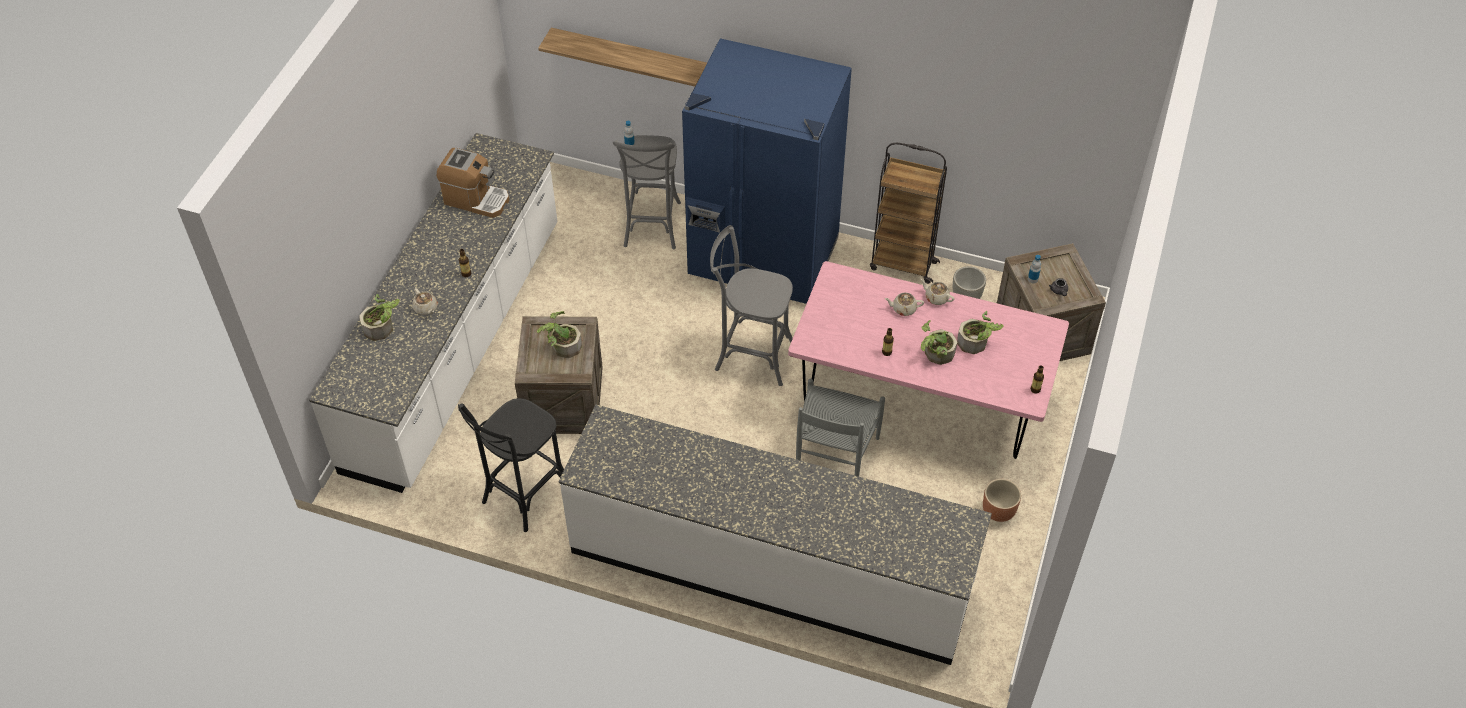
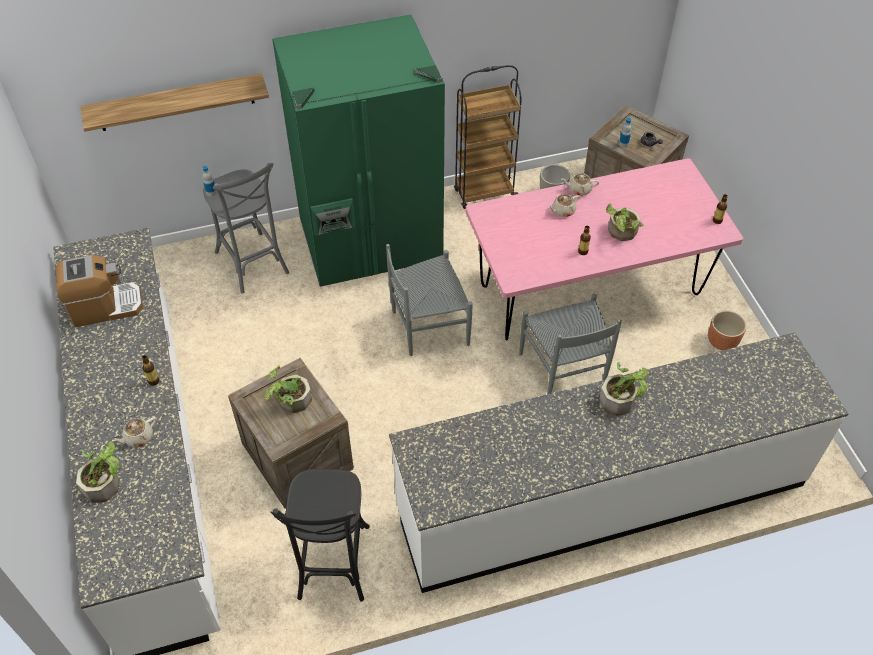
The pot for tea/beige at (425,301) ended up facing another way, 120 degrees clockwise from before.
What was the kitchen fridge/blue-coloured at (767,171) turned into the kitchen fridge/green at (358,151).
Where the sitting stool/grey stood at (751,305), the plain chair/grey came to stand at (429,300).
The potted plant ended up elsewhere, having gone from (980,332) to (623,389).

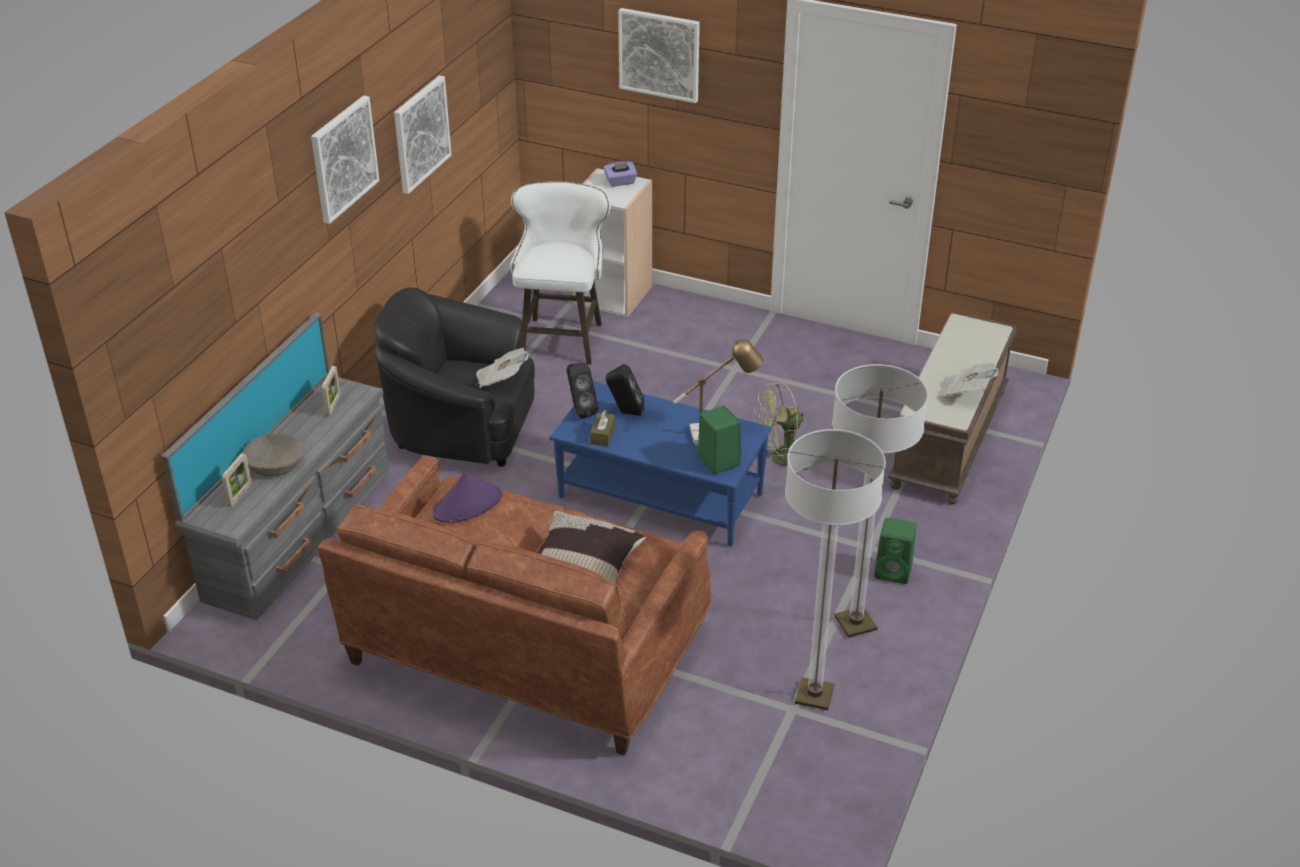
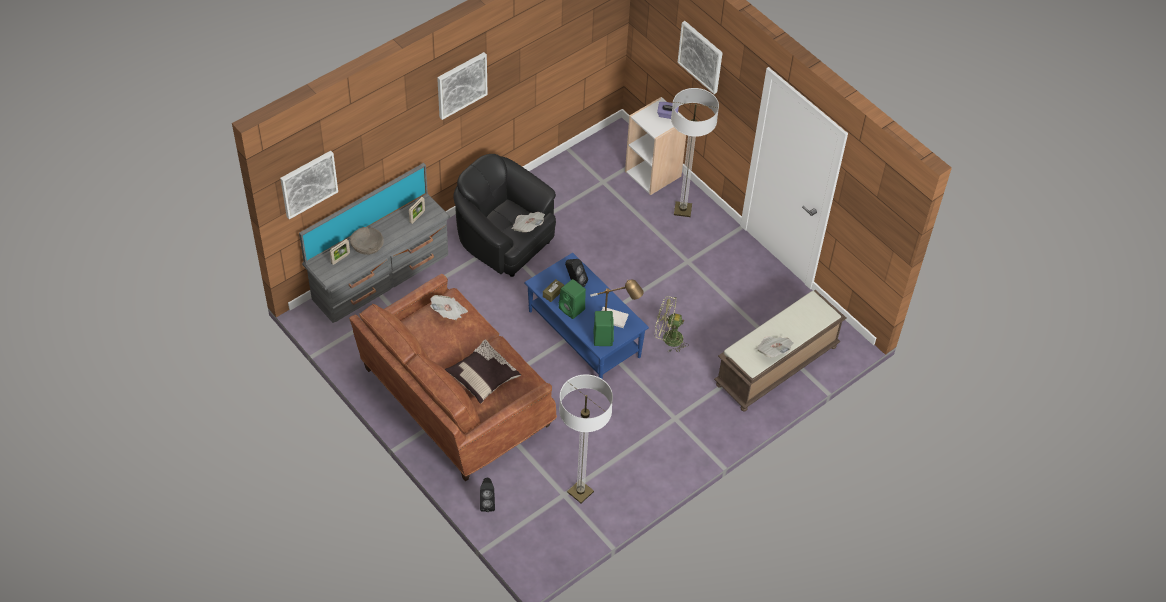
The wall picture ended up elsewhere, having gone from (422,135) to (309,185).
Where the clothing hat/purple stood at (467,497), the newspaper came to stand at (449,307).
The audio speaker/black ended up elsewhere, having gone from (582,391) to (487,495).
The audio speaker/green ended up elsewhere, having gone from (895,551) to (572,299).
The standing lamp ended up elsewhere, having gone from (880,501) to (695,152).
The second view lost the sitting stool/white at (560,273).

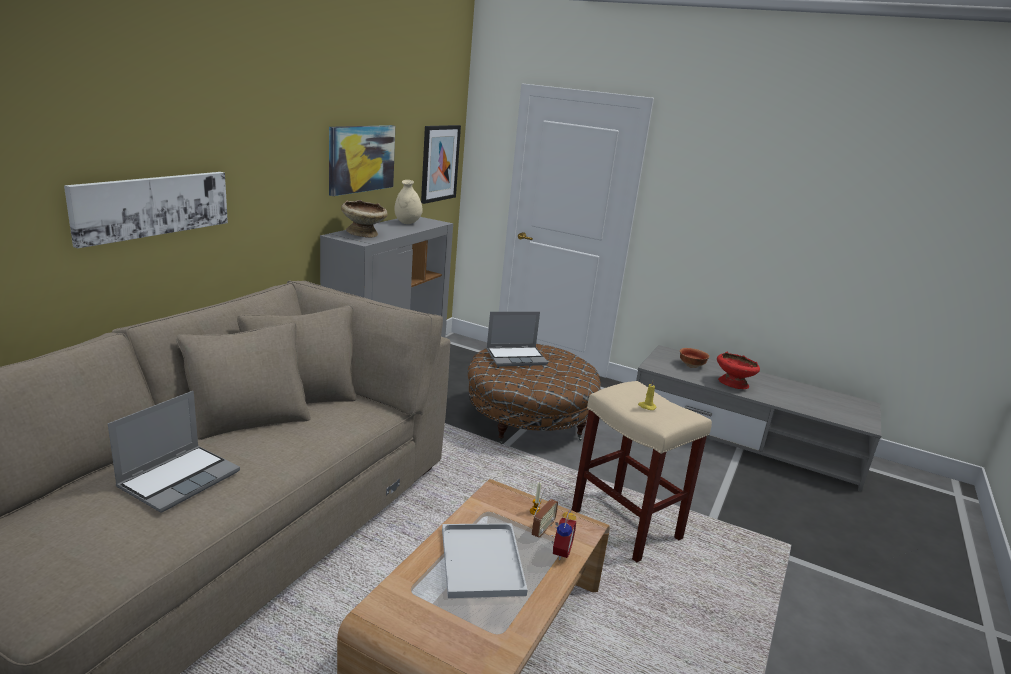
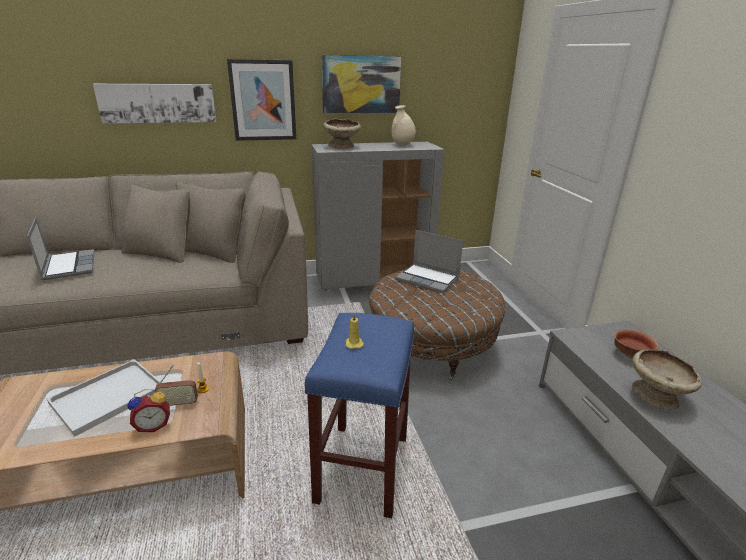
The laptop at (174,452) ended up facing another way, 105 degrees counterclockwise from before.
The wall picture ended up elsewhere, having gone from (441,164) to (261,100).
What was the sitting stool/beige at (642,472) turned into the sitting stool/blue-coloured at (359,415).
What was the bowl/reddish at (738,370) turned into the bowl/beige at (667,379).

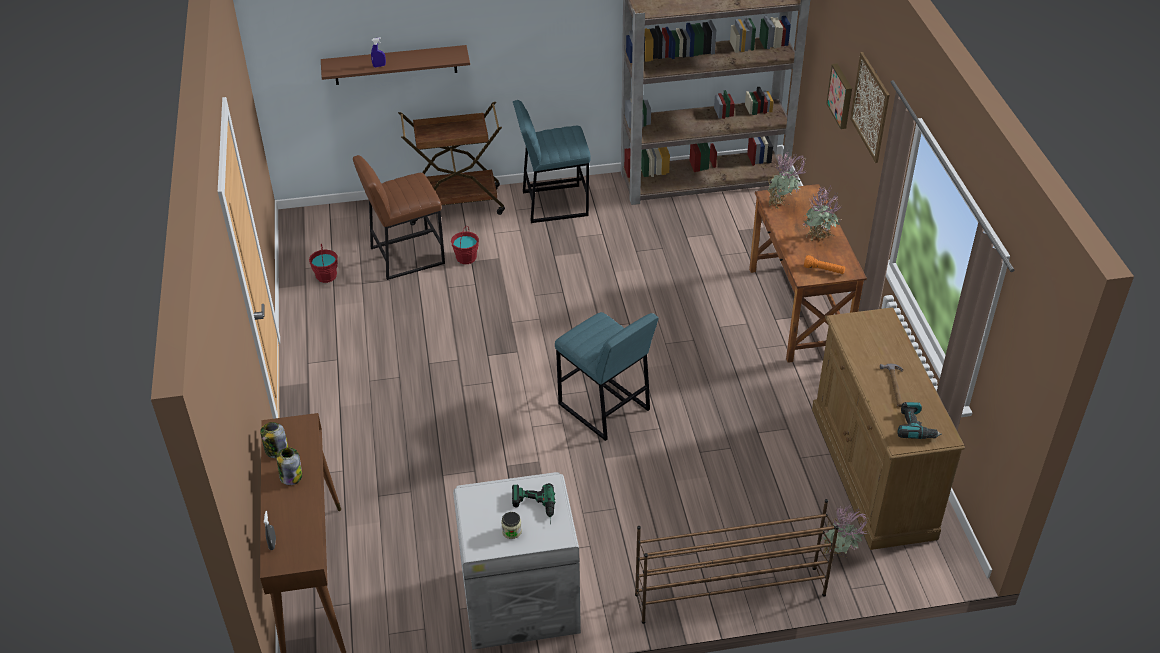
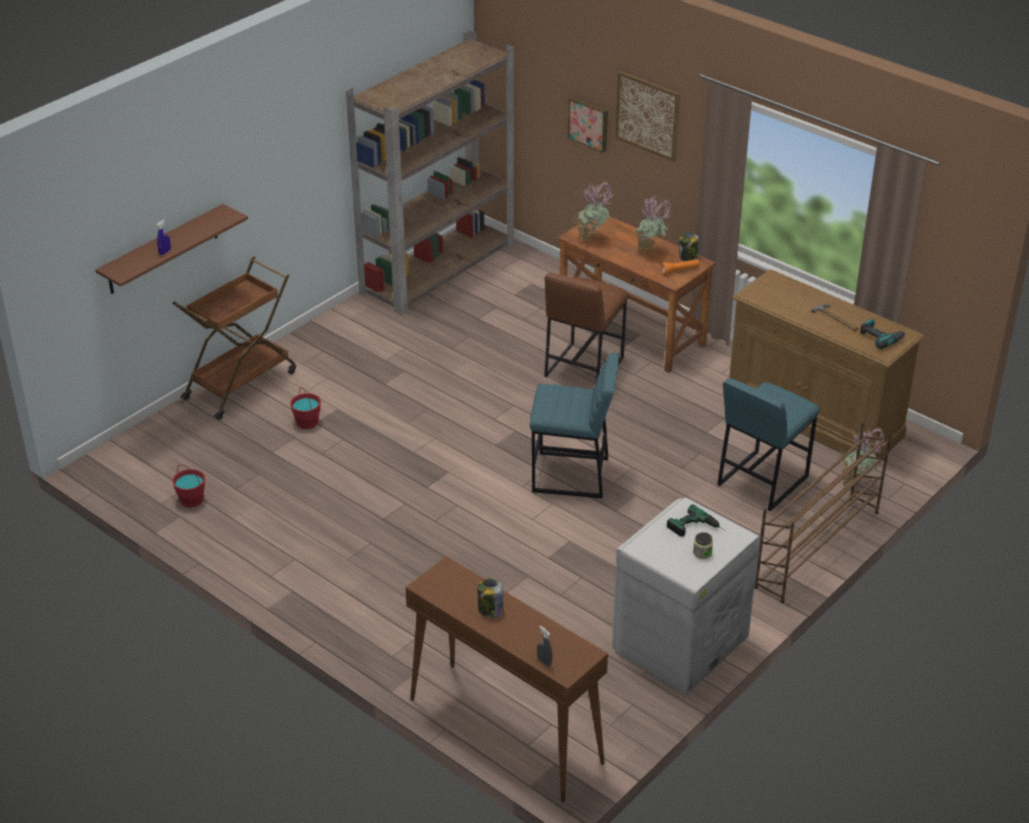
The plain chair/brownish ended up elsewhere, having gone from (399,217) to (586,327).
The storage jar ended up elsewhere, having gone from (274,440) to (689,246).
The sitting stool/blue-coloured ended up elsewhere, having gone from (552,161) to (768,444).

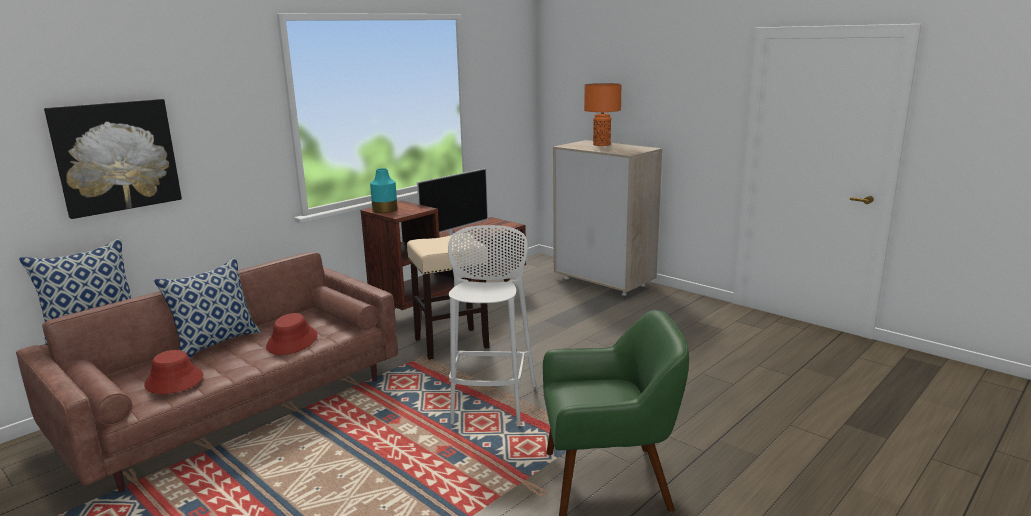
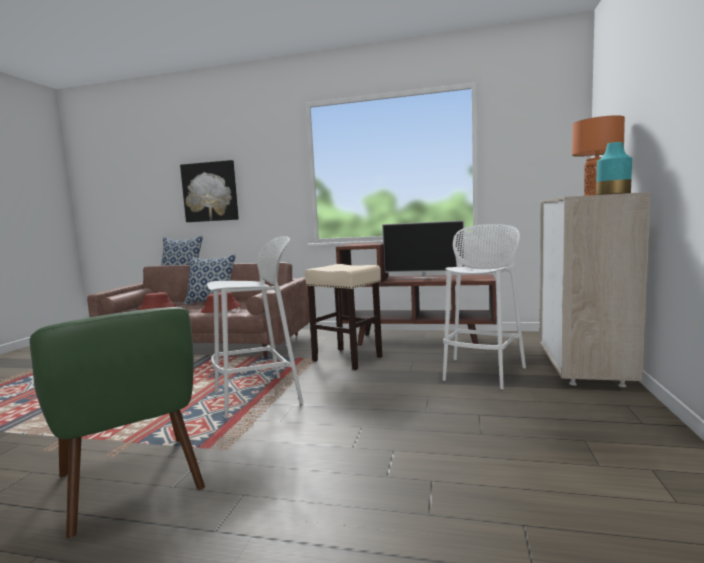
The second view gained the sitting stool/white at (484,306).
The vase/blue-green ended up elsewhere, having gone from (384,190) to (614,168).

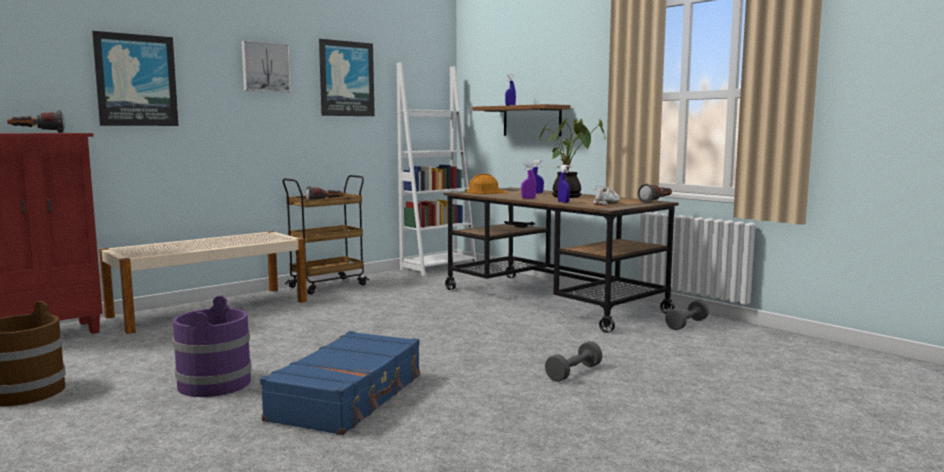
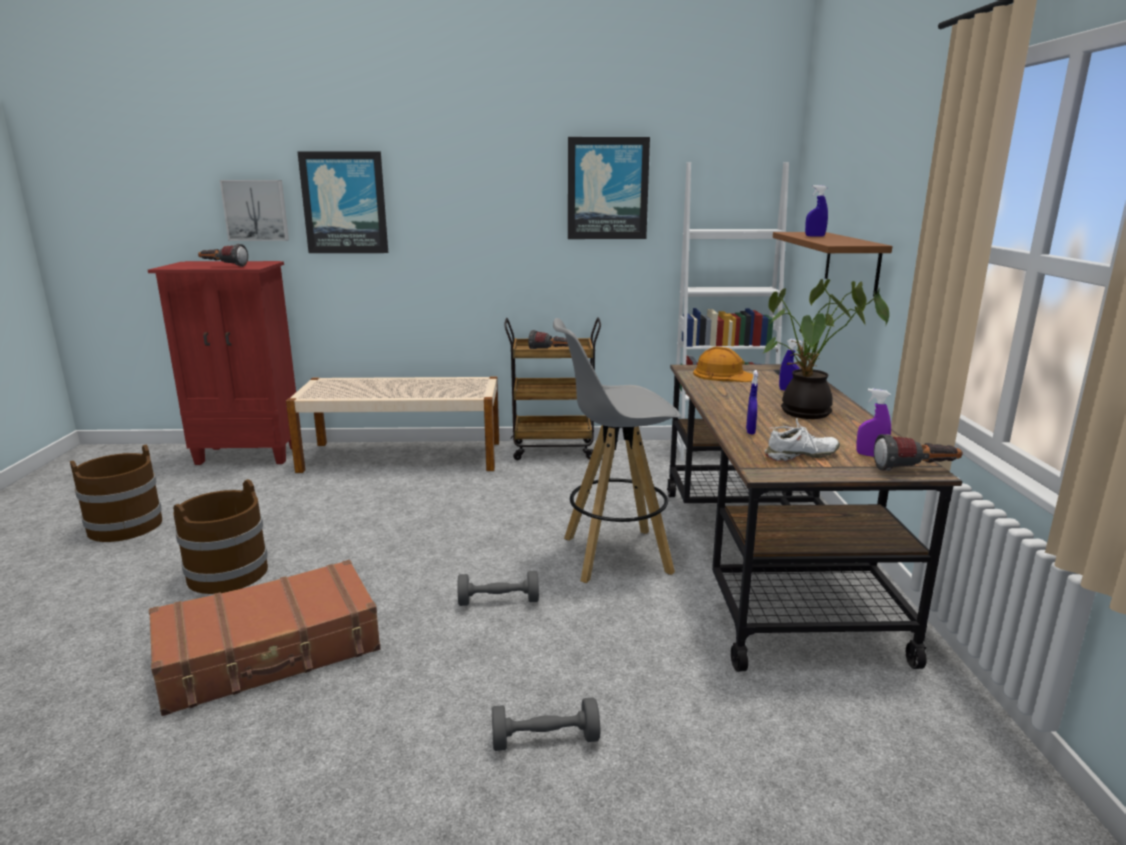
What was the suitcase/blue-coloured at (340,383) turned into the suitcase/brownish at (265,638).
What was the bucket/purple at (212,346) turned into the bucket/brownish at (220,536).
The wall picture ended up elsewhere, having gone from (266,66) to (254,210).
The hand weight/grey ended up elsewhere, having gone from (687,315) to (498,588).
The second view gained the sitting stool/grey at (617,450).
The hand sprayer/purple ended up elsewhere, having gone from (528,181) to (873,423).

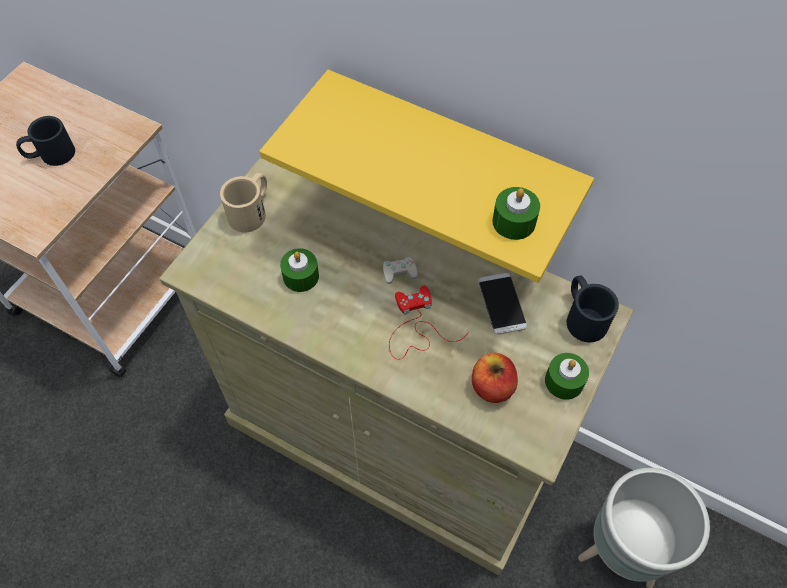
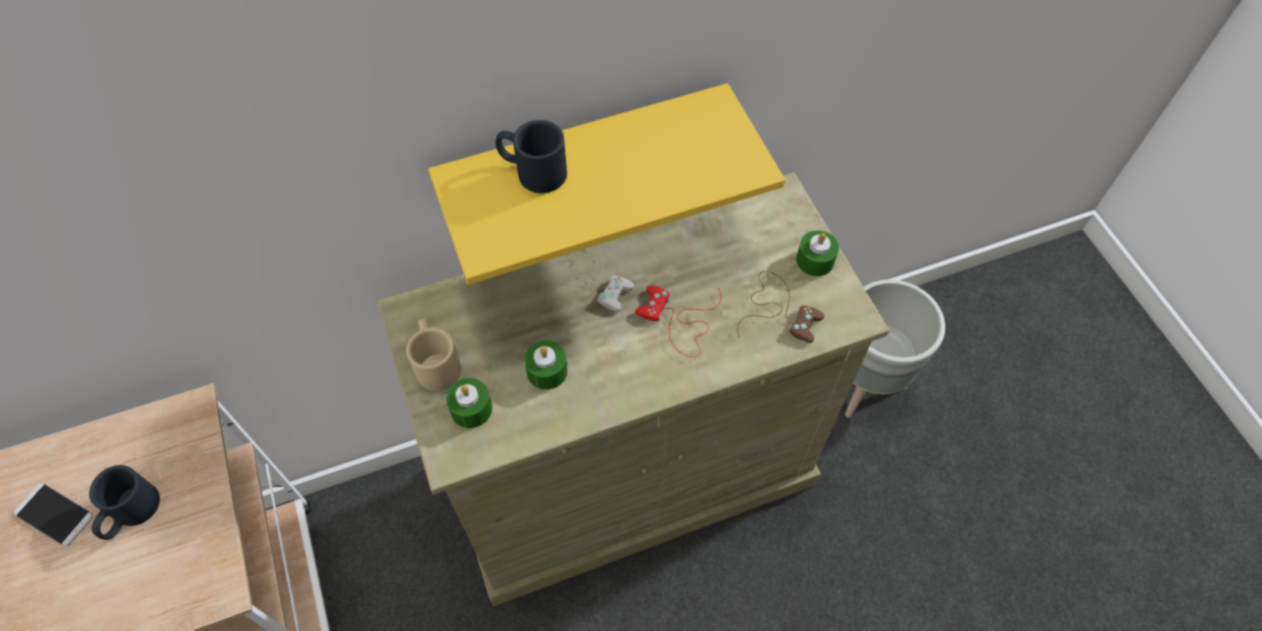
The handset ended up elsewhere, having gone from (502,303) to (53,514).
The wax light/green ended up elsewhere, having gone from (516,213) to (469,403).
The coffee mug/black ended up elsewhere, having gone from (592,309) to (531,156).
Where the whole apple stood at (495,377), the joypad/brownish came to stand at (780,307).

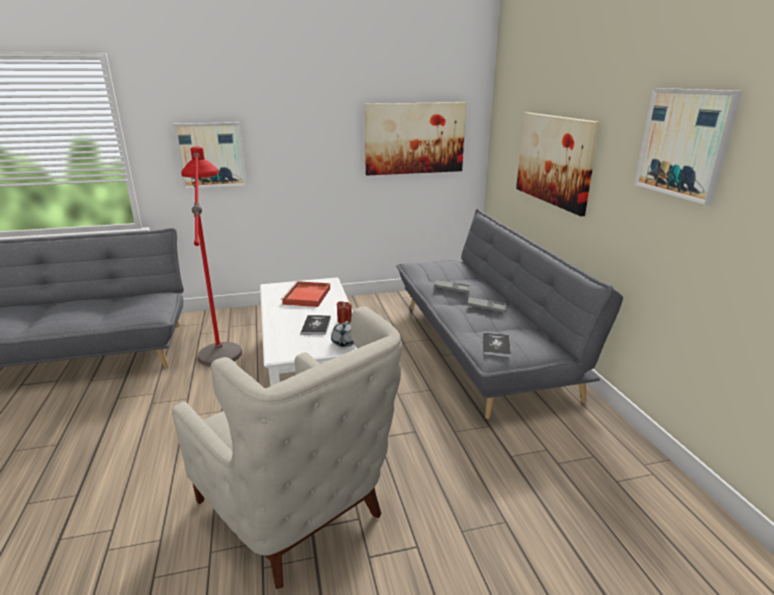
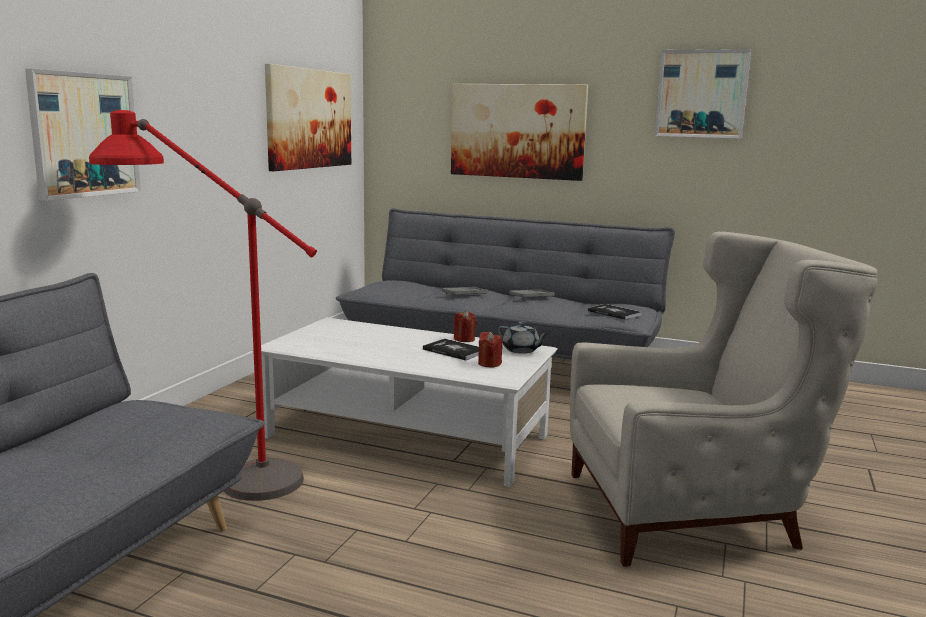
The second view gained the wax light/reddish at (490,349).
The second view lost the tray/reddish at (305,294).

